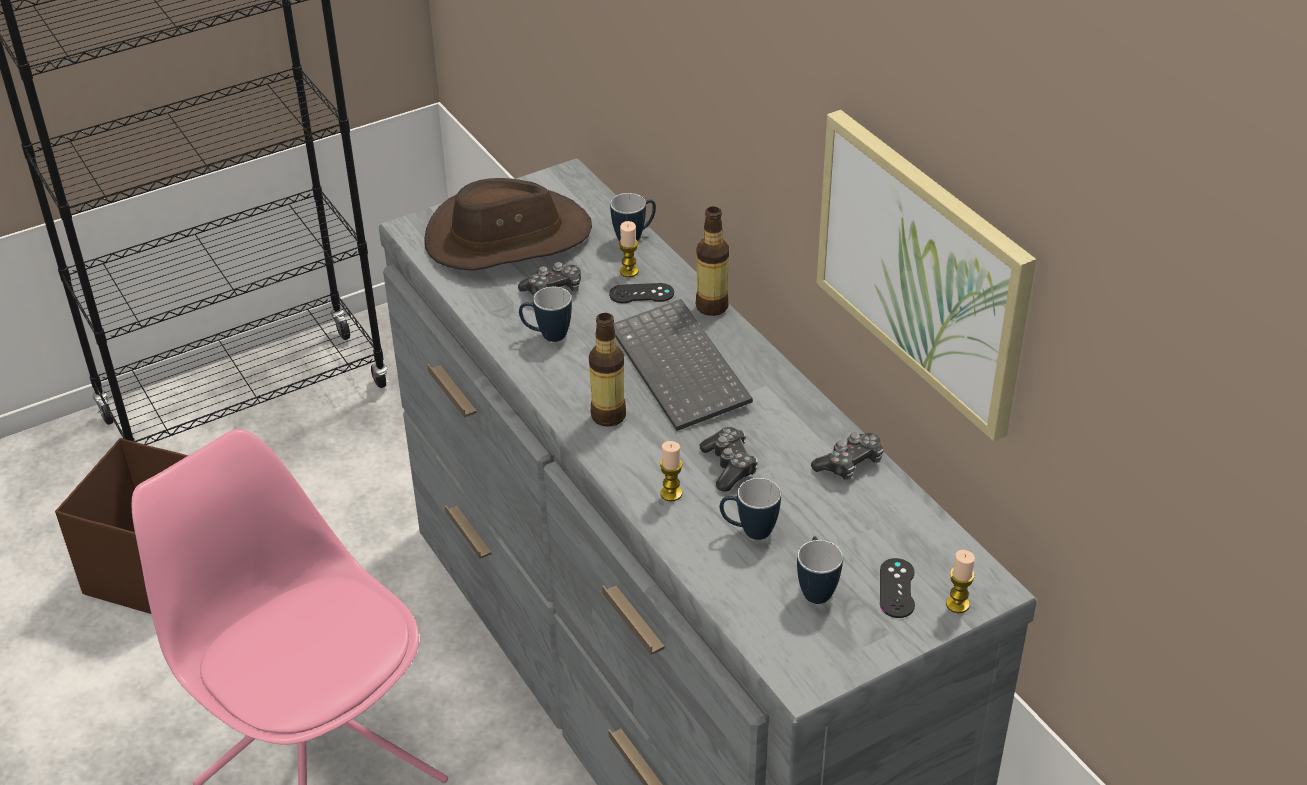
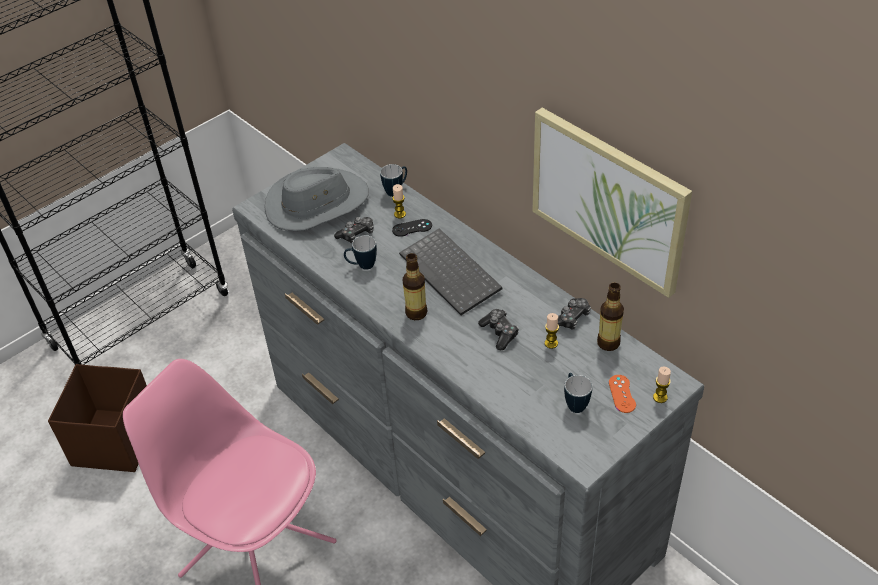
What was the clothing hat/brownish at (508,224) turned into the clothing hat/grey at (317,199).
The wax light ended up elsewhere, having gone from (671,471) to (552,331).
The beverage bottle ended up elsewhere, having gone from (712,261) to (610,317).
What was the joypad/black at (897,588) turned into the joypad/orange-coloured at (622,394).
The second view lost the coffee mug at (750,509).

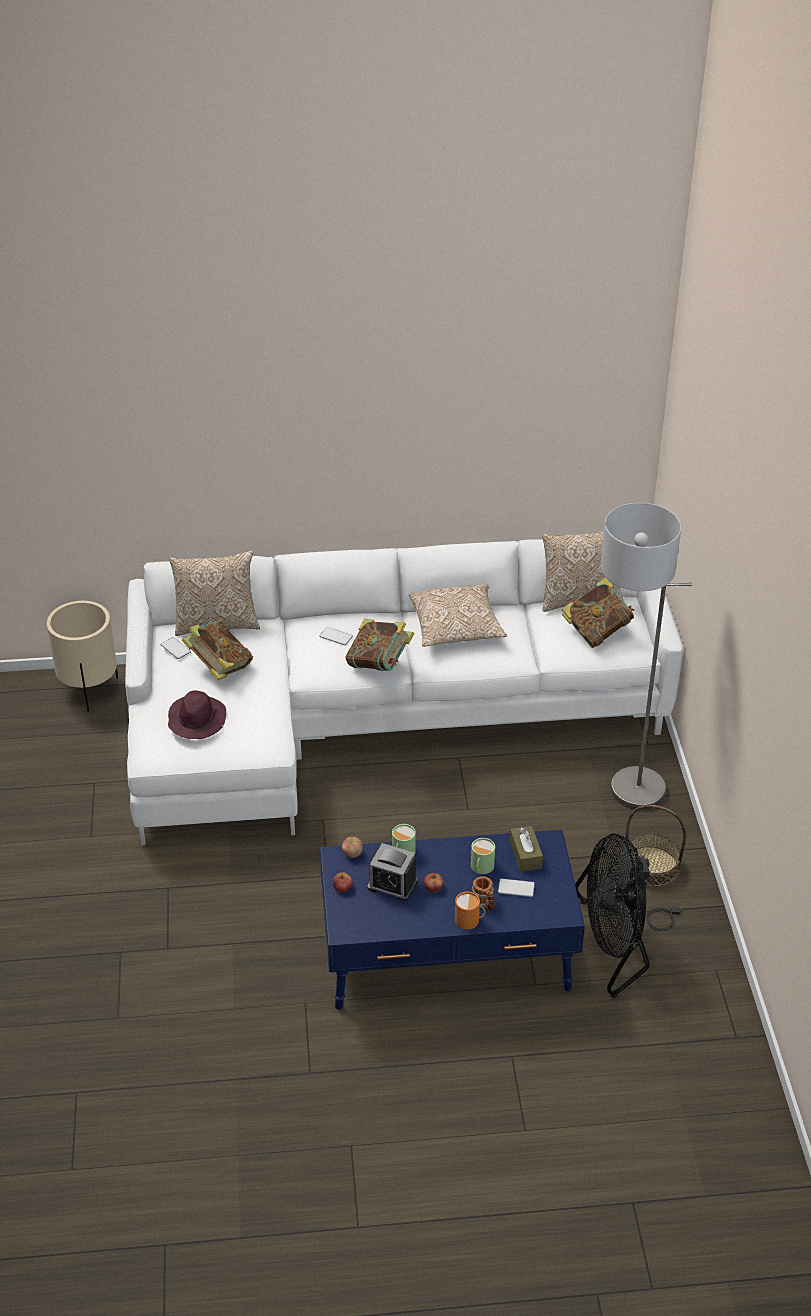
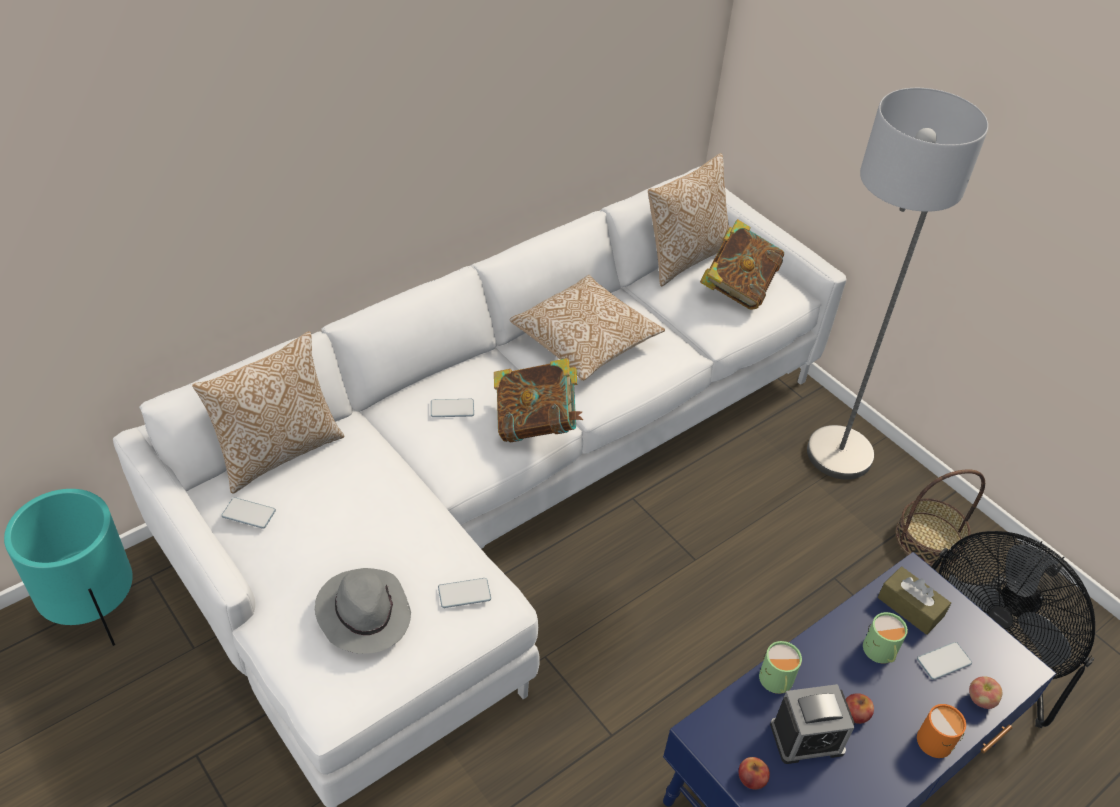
What was the planter/beige at (82,656) turned into the planter/blue-green at (68,567).
What was the clothing hat/purple at (197,714) turned into the clothing hat/grey at (363,611).
The second view gained the handset at (464,593).
The whole apple ended up elsewhere, having gone from (352,847) to (985,692).
The second view lost the bound book at (217,650).
The second view lost the coffee mug at (483,893).

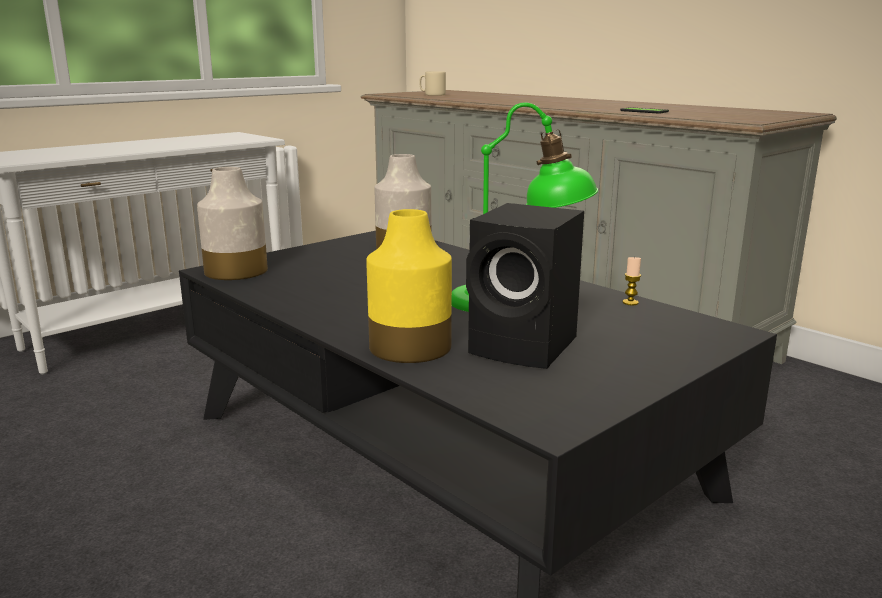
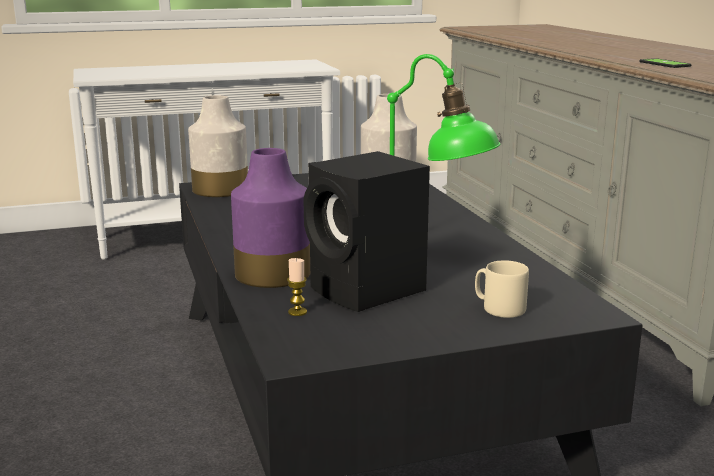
What was the vase/yellow at (409,286) turned into the vase/purple at (270,218).
The wax light ended up elsewhere, having gone from (631,281) to (297,287).
The coffee mug/beige ended up elsewhere, having gone from (432,83) to (502,289).

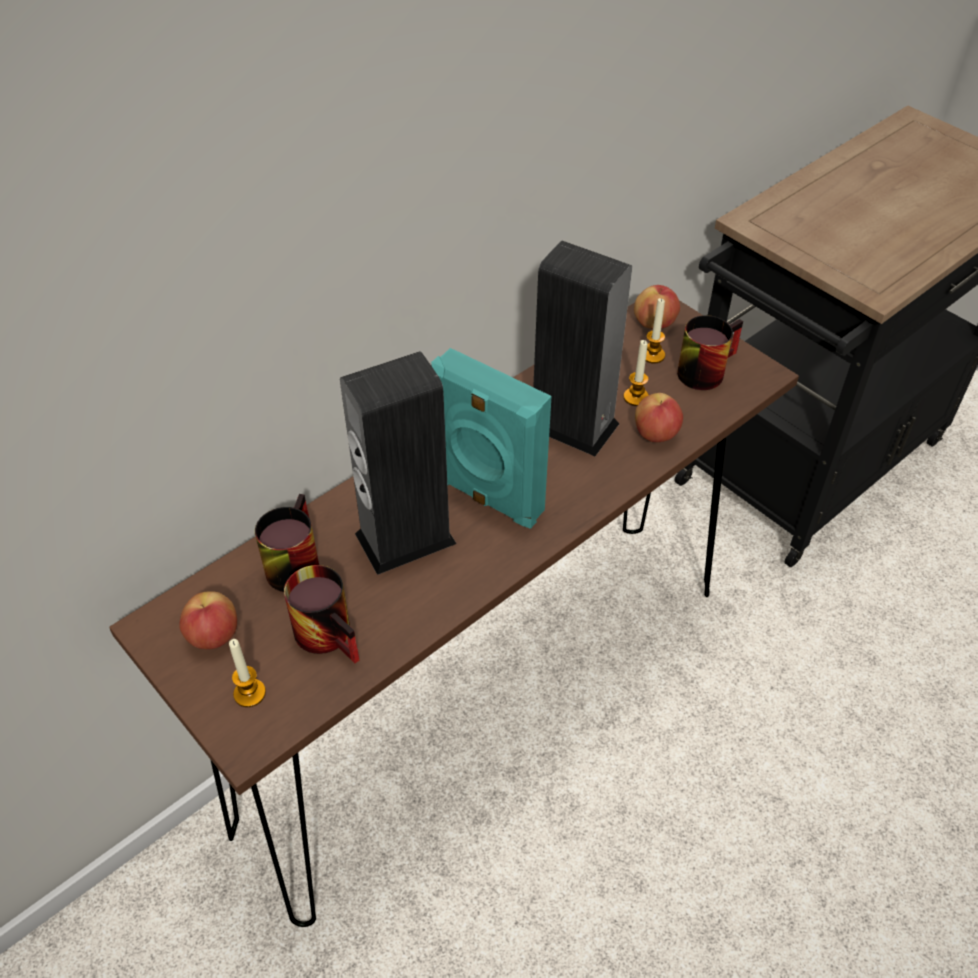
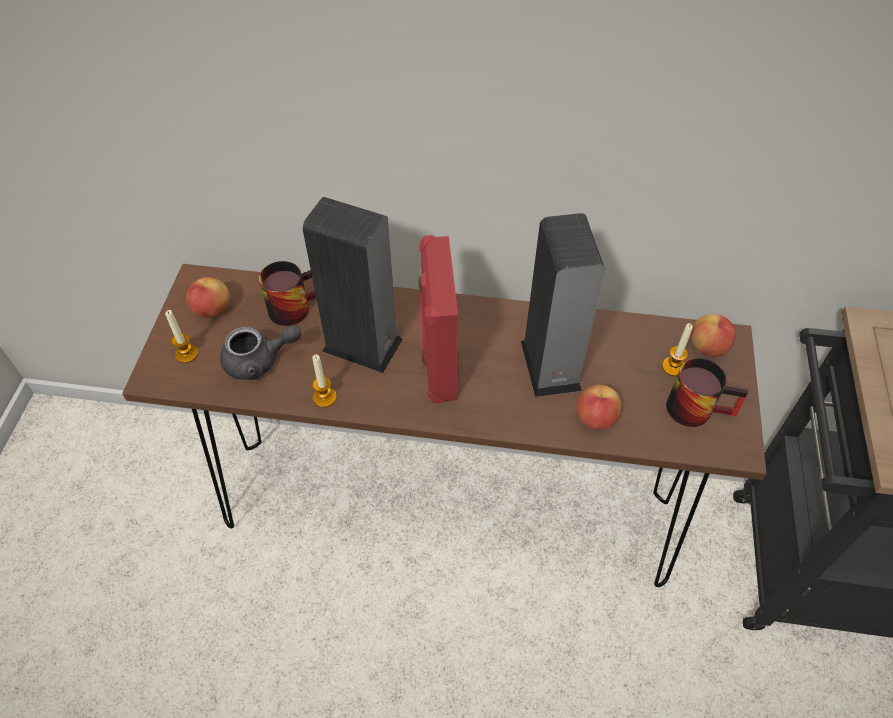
Where the coffee mug stood at (321,614), the pot for tea/grey came to stand at (261,352).
The wax light ended up elsewhere, having gone from (636,373) to (324,381).
What was the audio speaker/blue-green at (491,438) turned into the audio speaker/reddish at (438,319).

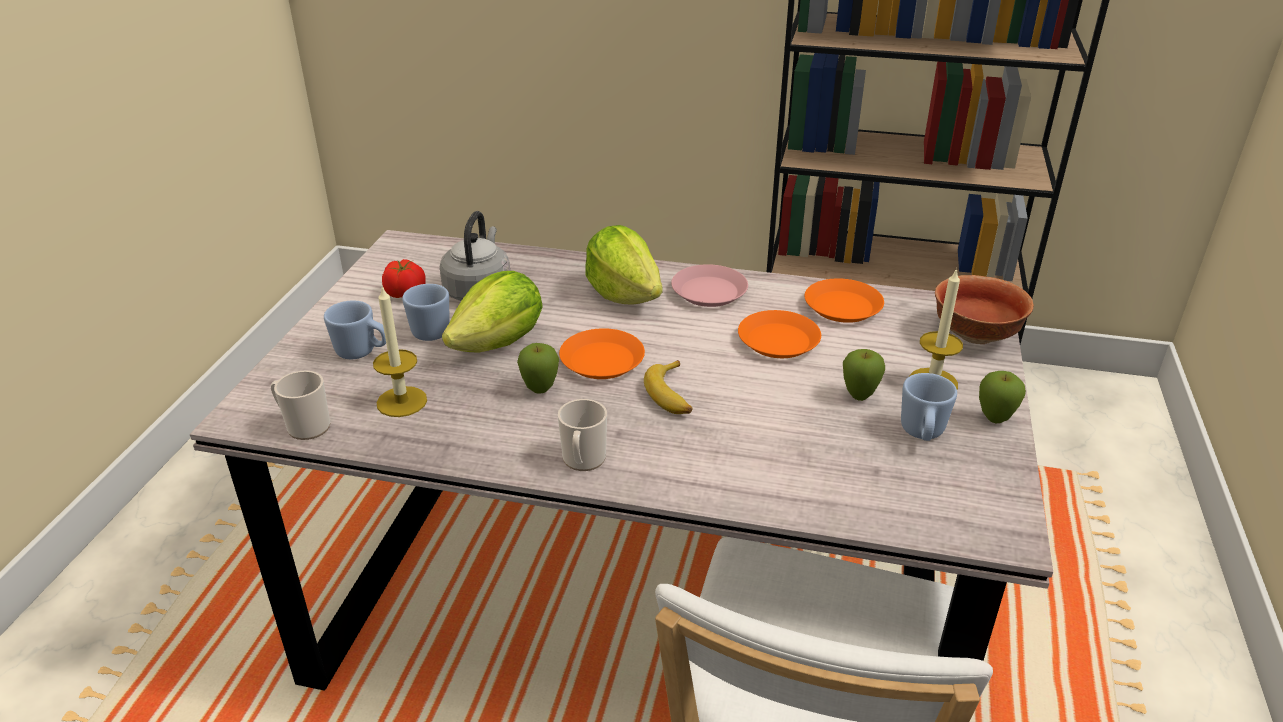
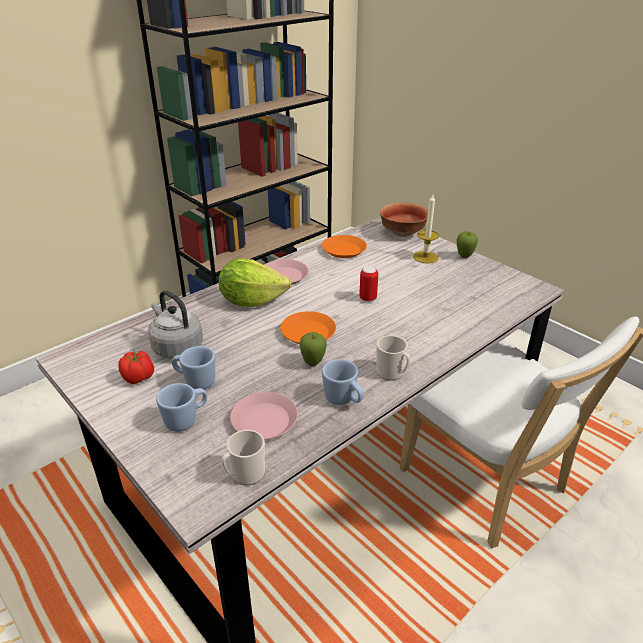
Where the wax light stood at (400,351), the dinner plate/pinkish came to stand at (264,415).
The coffee mug/blue-coloured ended up elsewhere, having gone from (929,407) to (343,382).
The second view gained the sealed can at (368,284).
The second view lost the lettuce head at (492,311).
The second view lost the banana at (668,387).
The second view lost the dinner plate/orange-coloured at (779,334).
The second view lost the whole apple at (864,375).

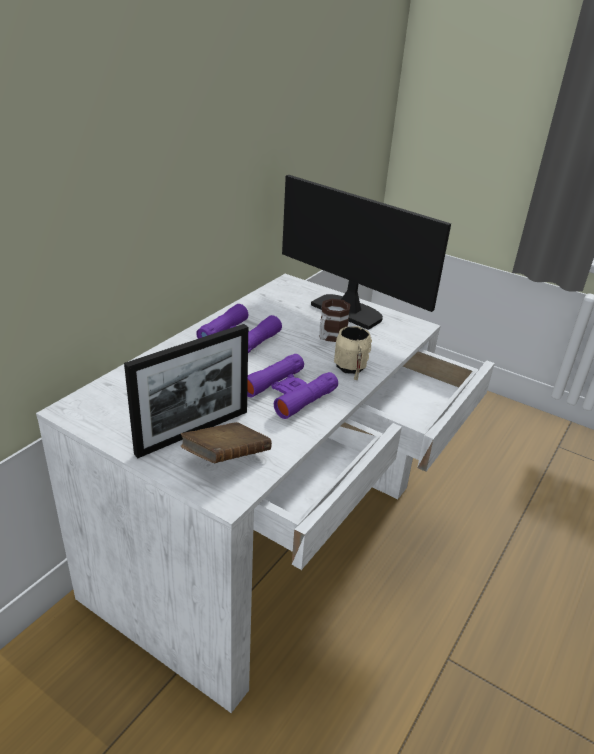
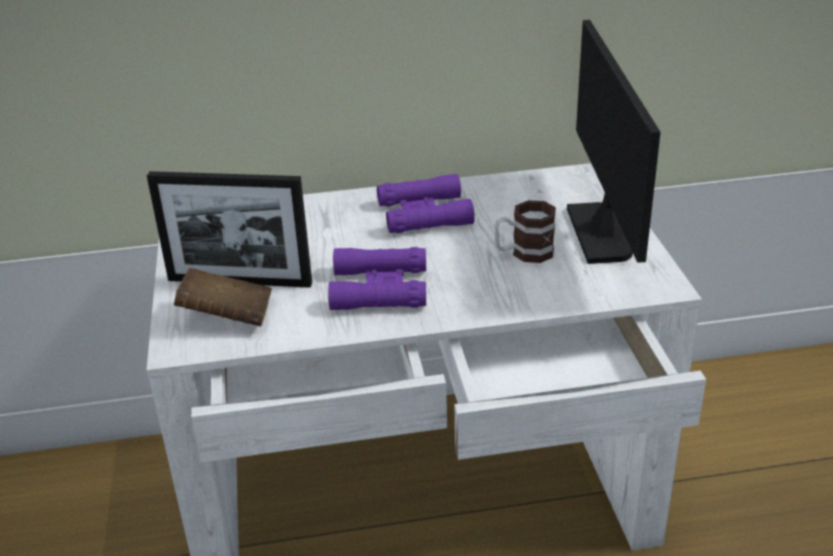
The second view lost the coffee mug/beige at (353,353).

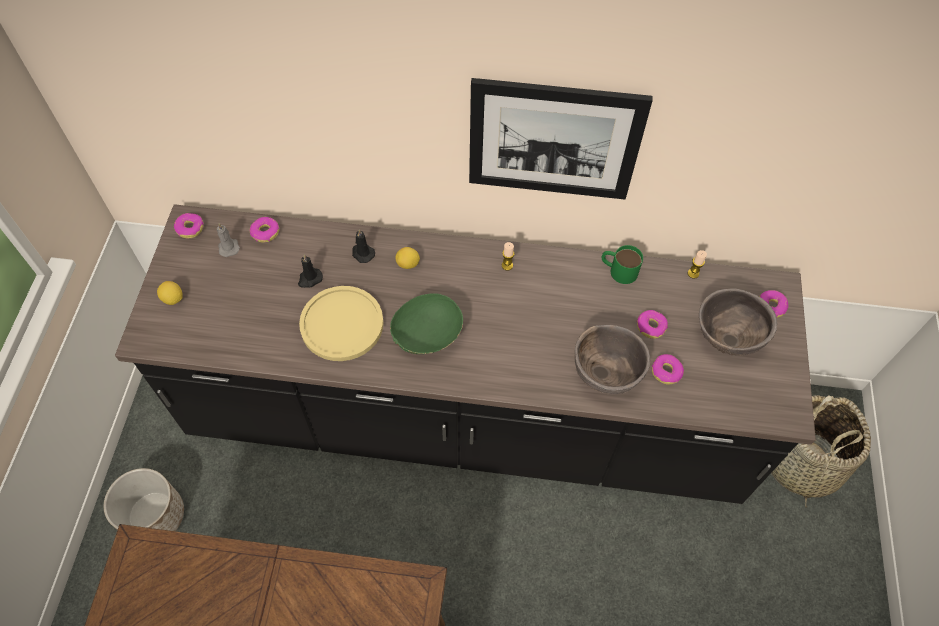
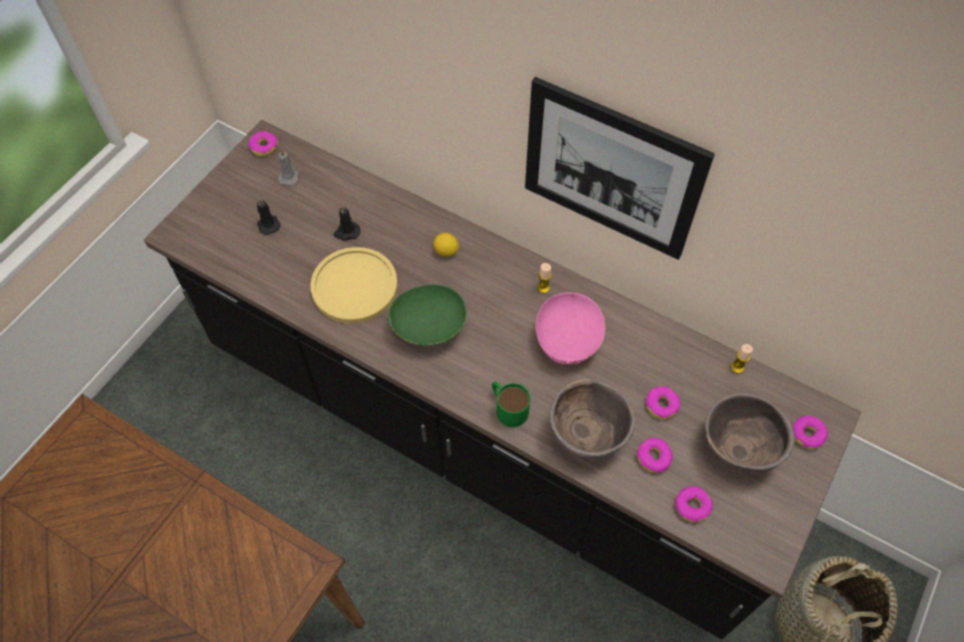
The wax light/black ended up elsewhere, having gone from (363,246) to (269,216).
The coffee mug/green ended up elsewhere, having gone from (622,264) to (511,404).
The second view gained the bowl/pinkish at (571,328).
The donut ended up elsewhere, having gone from (264,229) to (693,504).
The second view lost the planter at (144,499).
The second view lost the citrus fruit at (170,293).

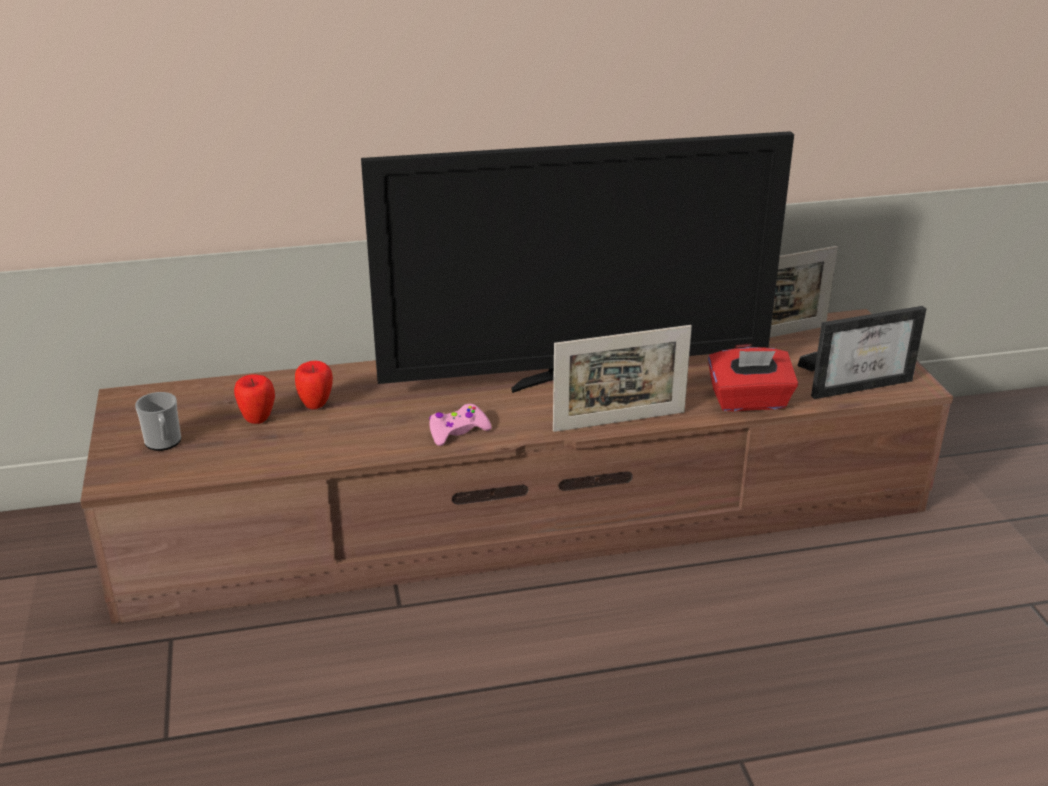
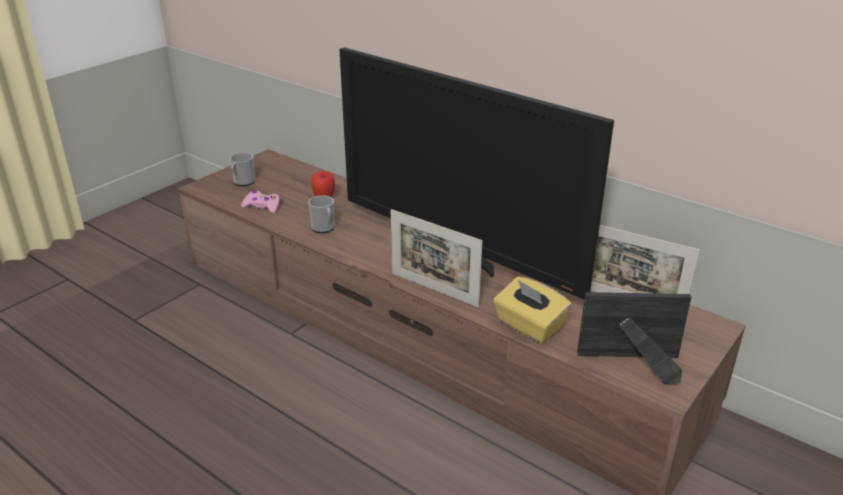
The joypad/pinkish ended up elsewhere, having gone from (460,425) to (260,201).
The second view gained the coffee mug at (321,214).
What was the tissue holder/reddish at (753,379) turned into the tissue holder/yellow at (533,310).
The picture frame at (861,352) ended up facing another way, 150 degrees clockwise from before.
The second view lost the whole apple at (254,399).

